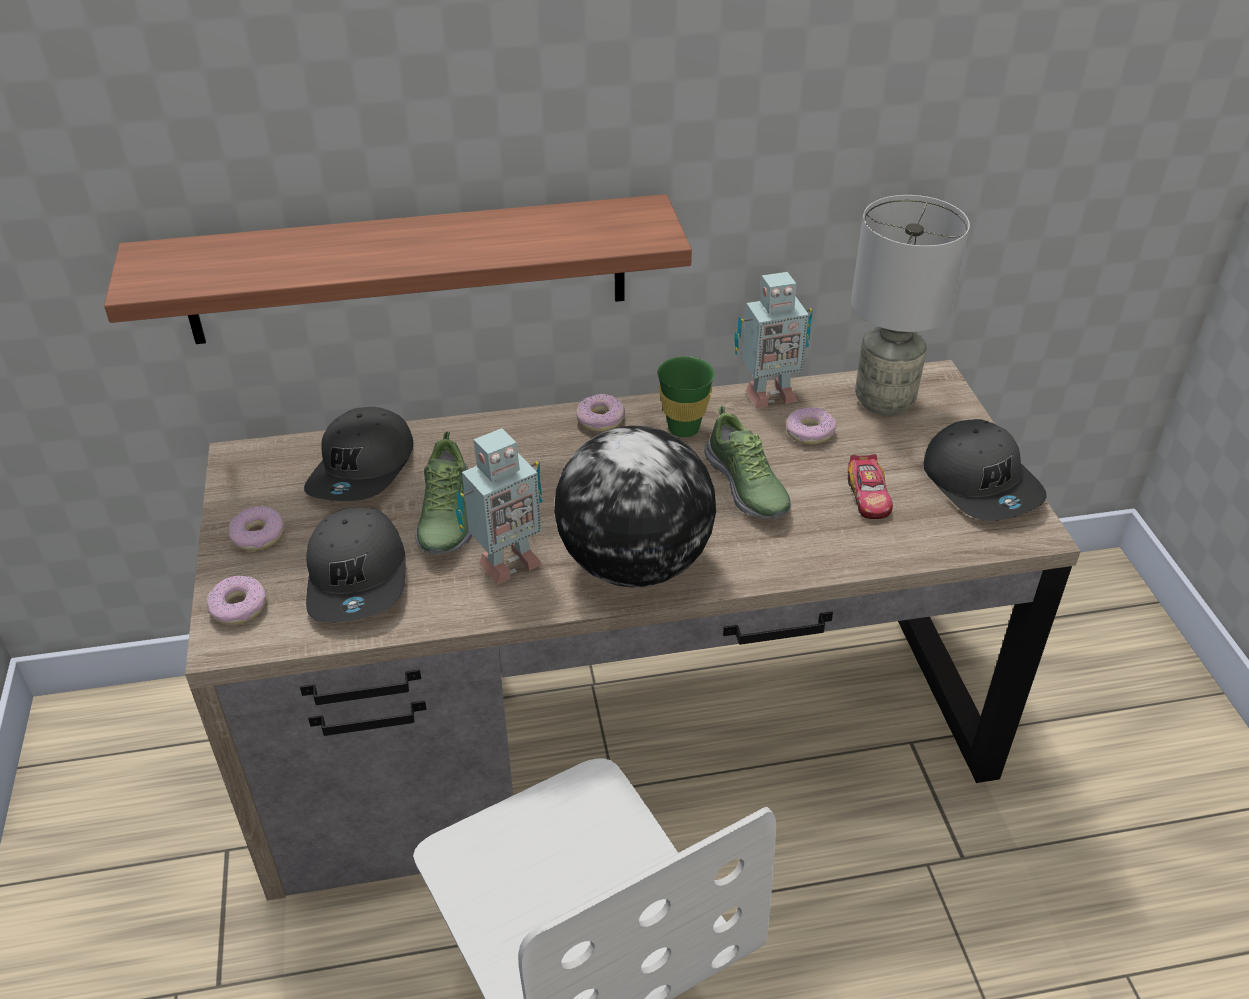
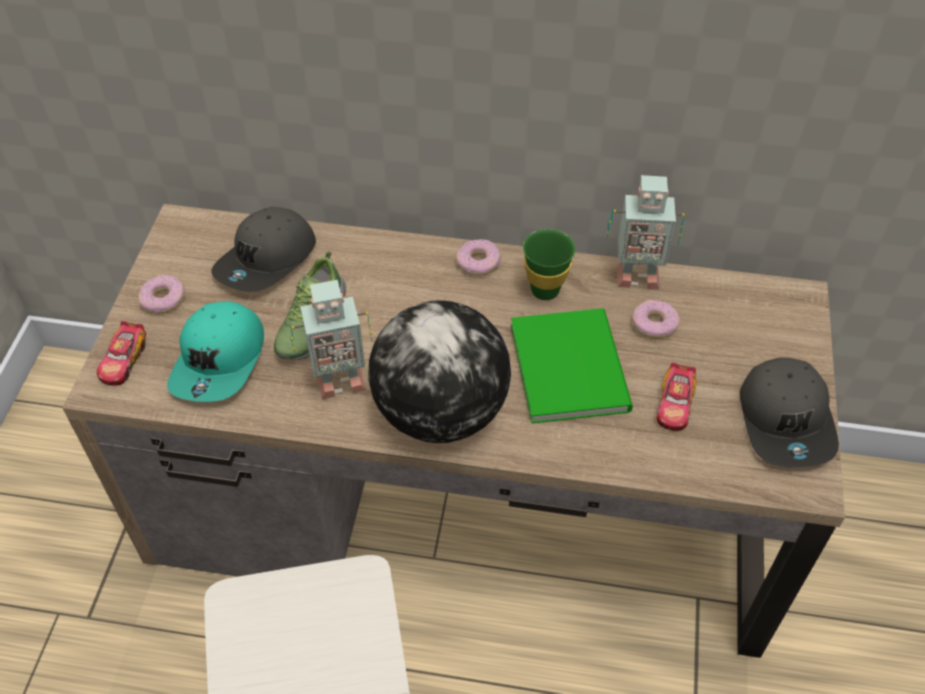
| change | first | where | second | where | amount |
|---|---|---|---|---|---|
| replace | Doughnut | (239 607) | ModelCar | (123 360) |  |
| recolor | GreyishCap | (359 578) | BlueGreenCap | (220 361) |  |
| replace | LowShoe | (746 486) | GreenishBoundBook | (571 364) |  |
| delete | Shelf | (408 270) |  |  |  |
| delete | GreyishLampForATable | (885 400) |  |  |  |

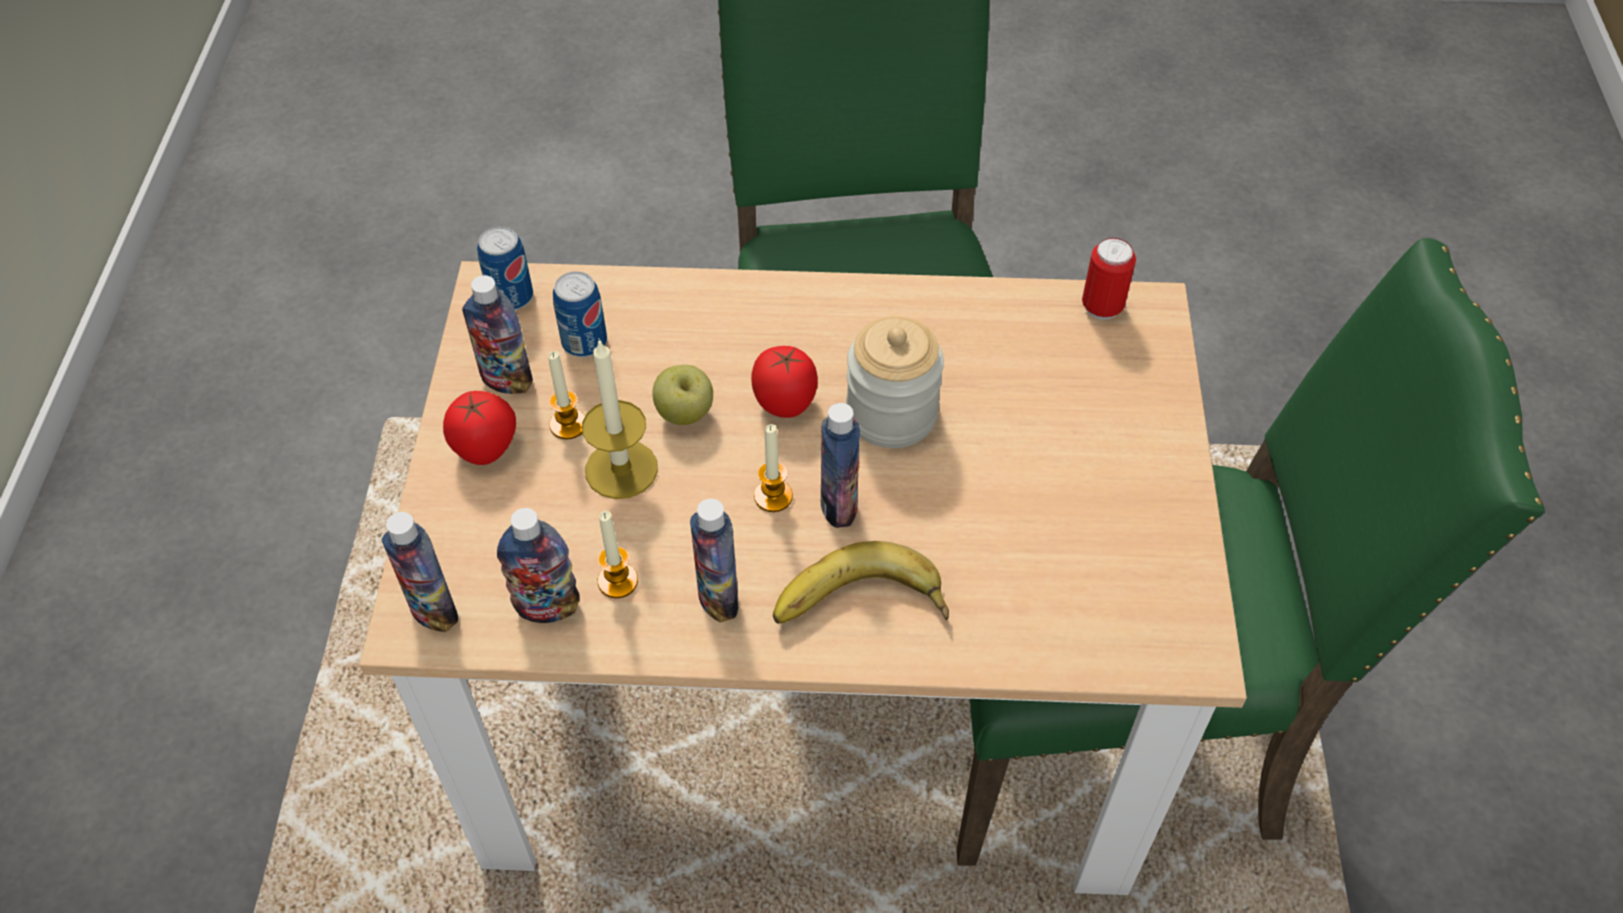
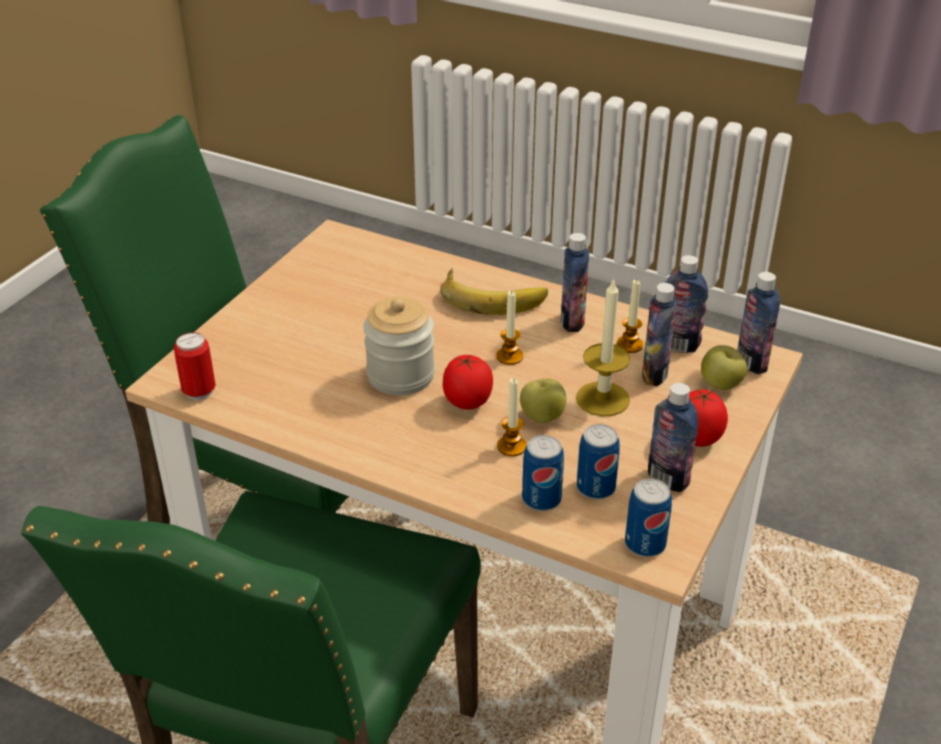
| change | first | where | second | where | amount |
|---|---|---|---|---|---|
| move | WaxCandle | (568 425) |  | (511 446) |  |
| insert |  |  | SealedCan | (541 499) |  |
| move | Bottle | (838 505) |  | (654 374) |  |
| insert |  |  | Apple | (720 385) |  |

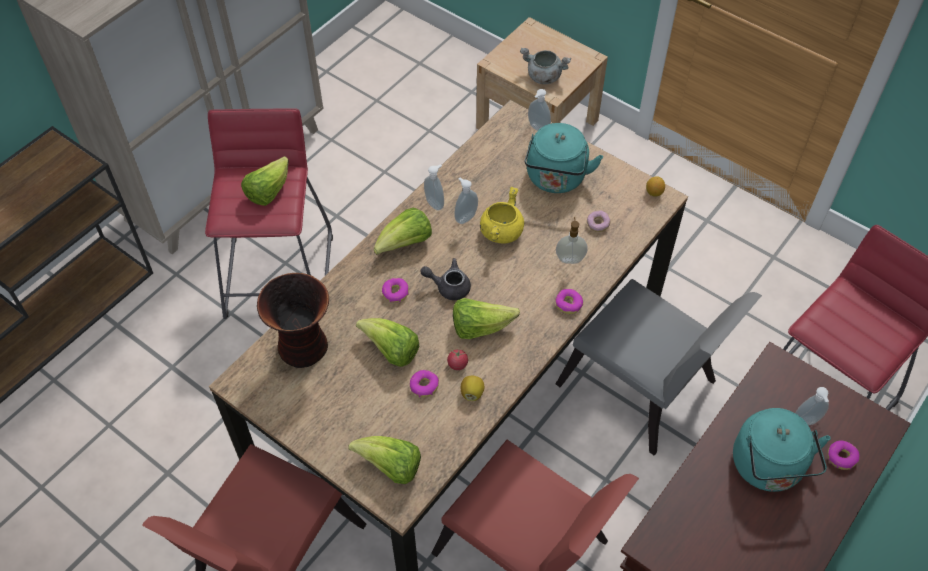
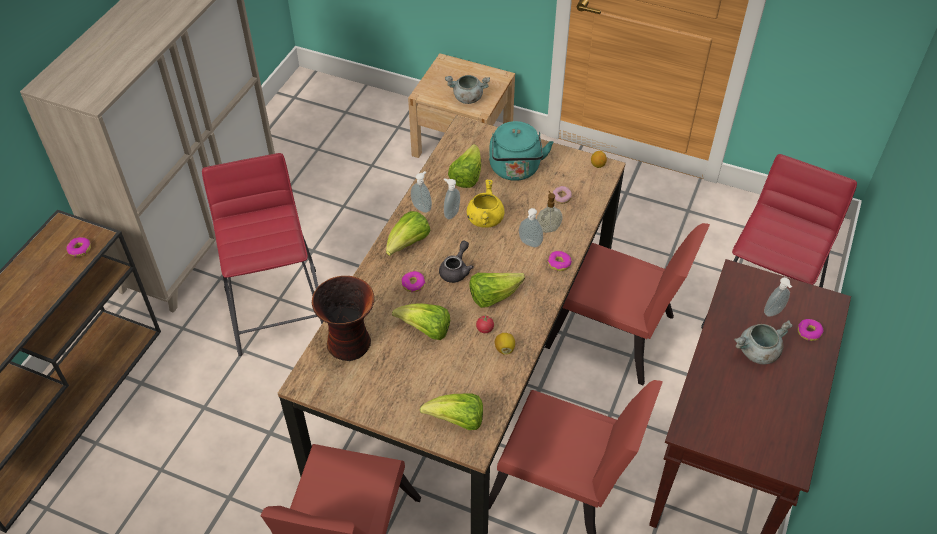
| change | first | where | second | where | amount |
|---|---|---|---|---|---|
| move | Doughnut | (424 386) |  | (79 249) |  |
| rotate | GreyishTeaPot | (448 286) |  | (456 270) | 120 degrees clockwise |
| move | HeadOfLettuce | (268 191) |  | (466 176) |  |
| move | LiquidSoapBottle | (537 128) |  | (529 244) |  |
| recolor | GreyishPlainChair | (642 391) | ReddishPlainChair | (617 337) |  |
| replace | BlueGreenKettle | (768 468) | GreyishSaucepot | (757 353) |  |

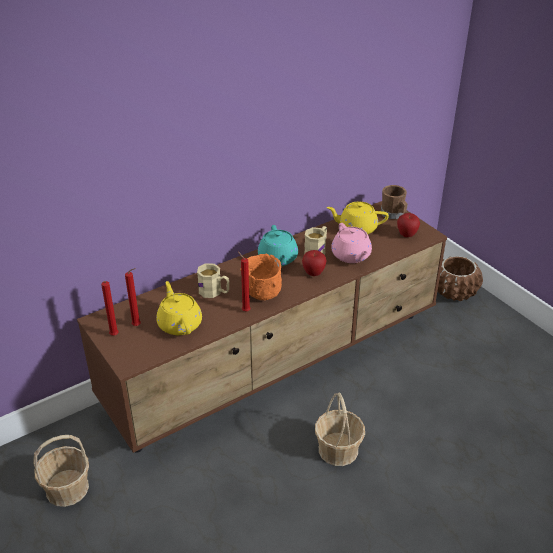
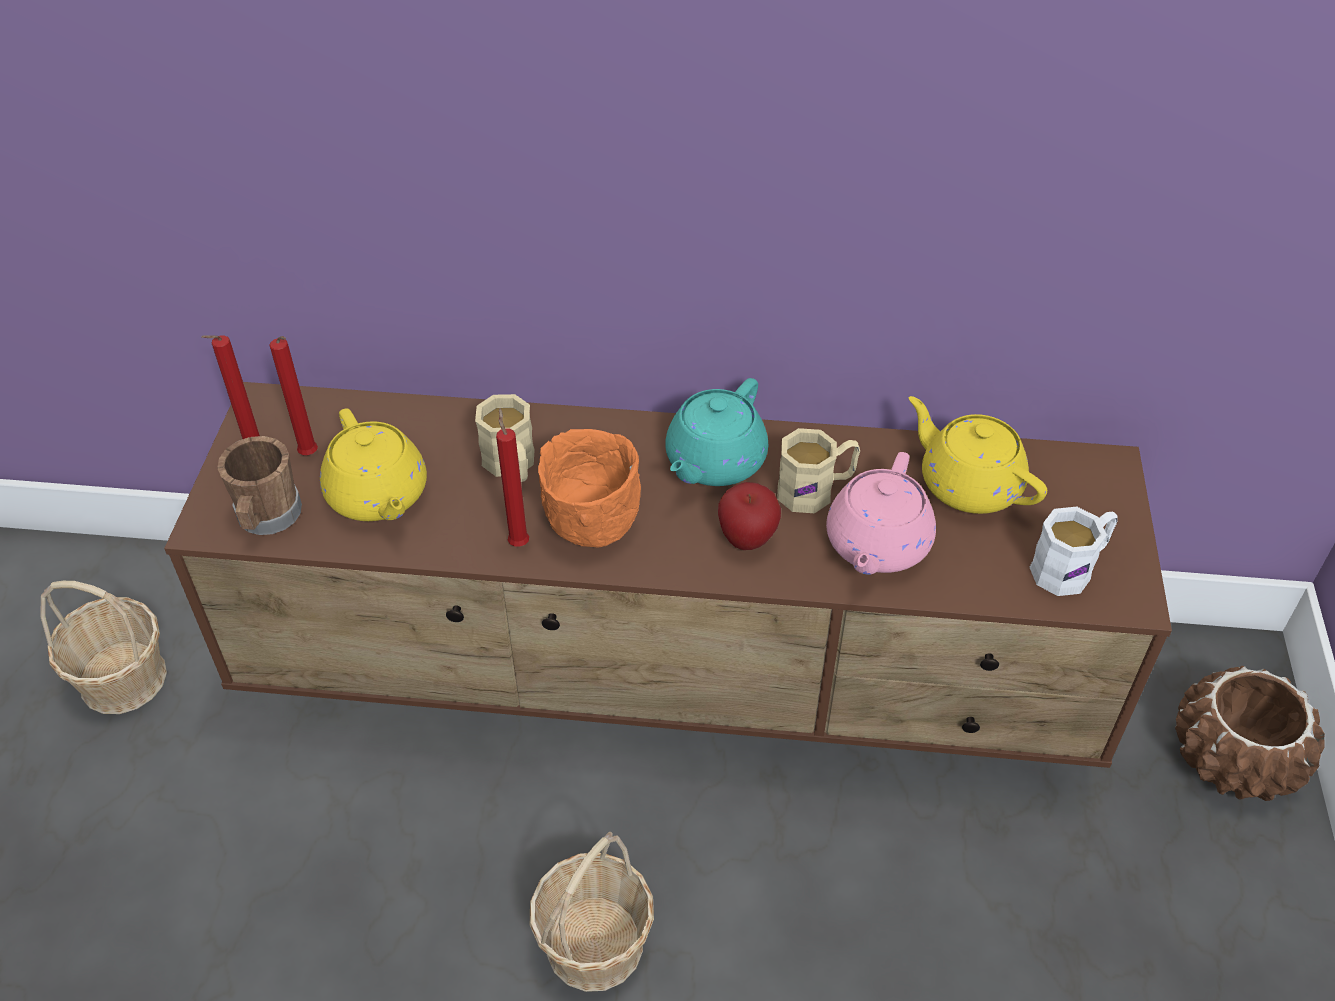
| change | first | where | second | where | amount |
|---|---|---|---|---|---|
| move | BrownTeaMug | (393 214) |  | (267 518) |  |
| rotate | YellowishTeaPot | (179 324) |  | (378 496) | 135 degrees clockwise |
| replace | Apple | (407 235) | WhitishTeaMug | (1070 567) |  |

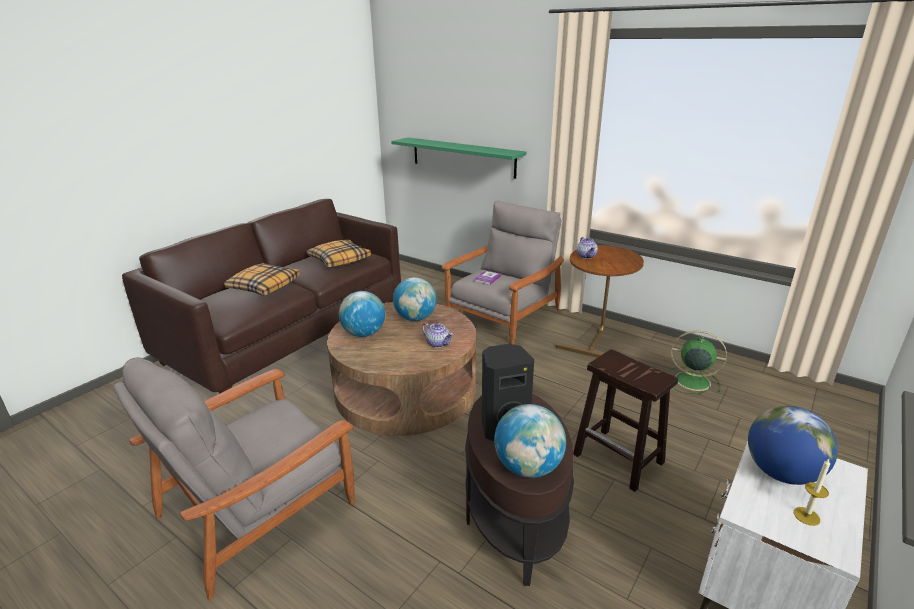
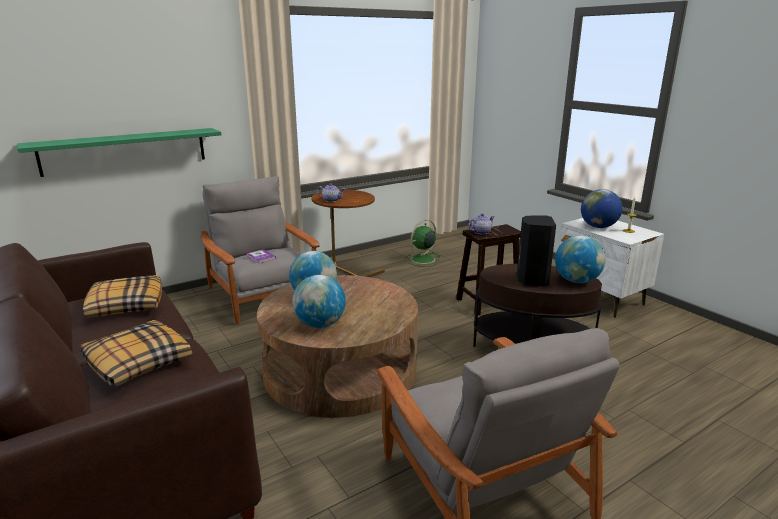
| change | first | where | second | where | amount |
|---|---|---|---|---|---|
| move | TeaPot | (438 343) |  | (480 232) |  |

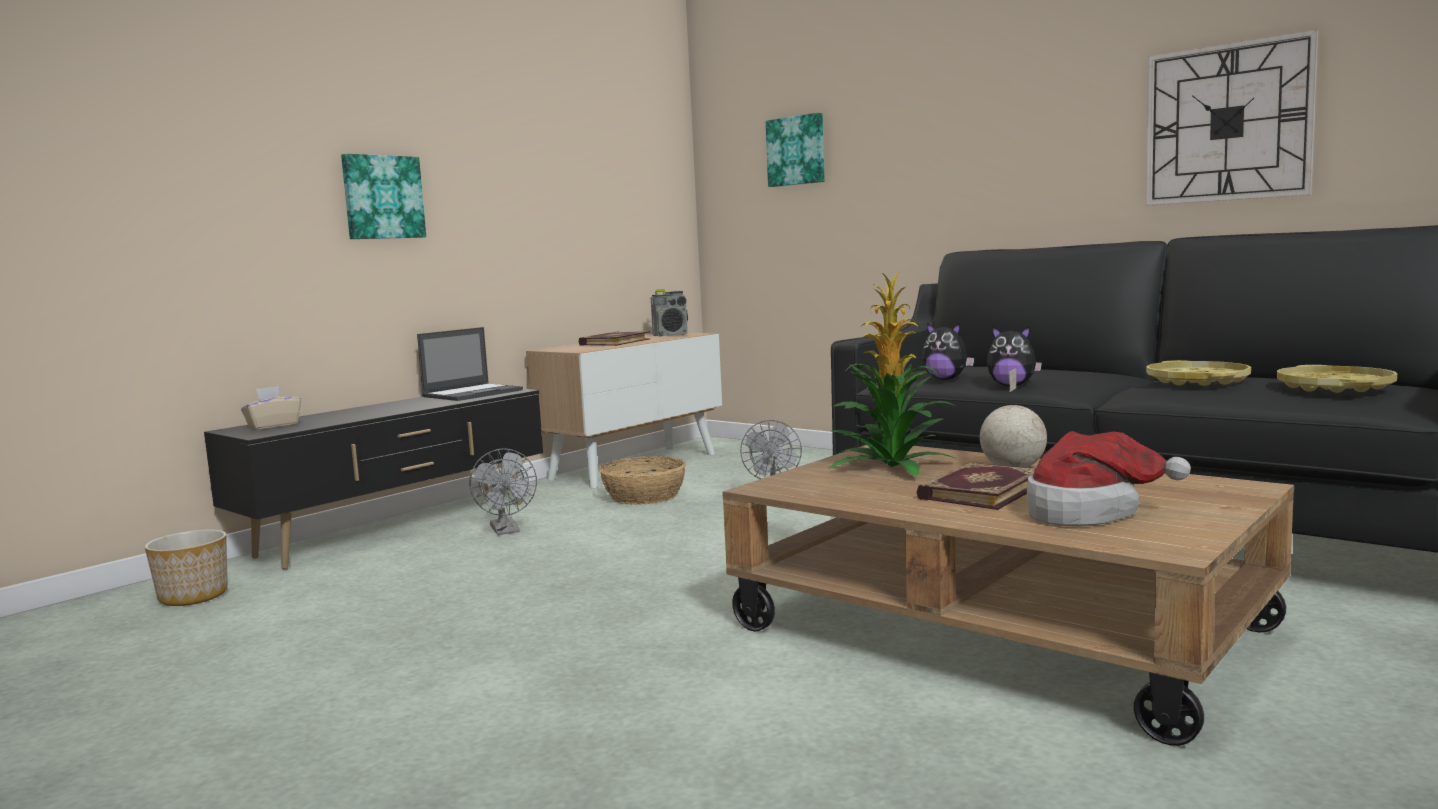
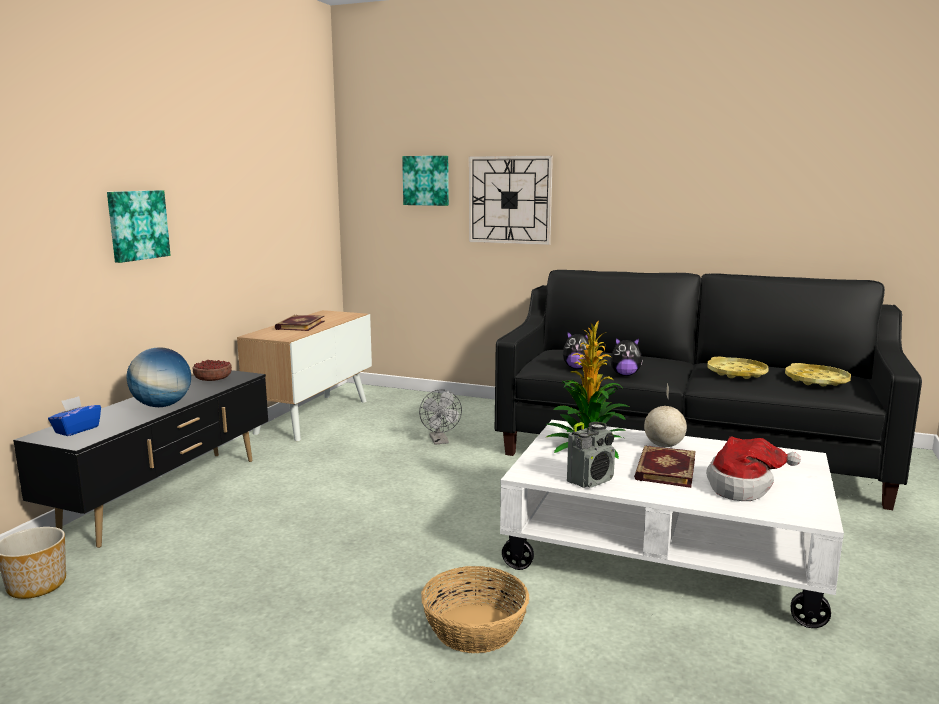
| change | first | where | second | where | amount |
|---|---|---|---|---|---|
| recolor | BeigeColouredBoxOfTissues | (273 426) | BlueBoxOfTissues | (76 430) |  |
| insert |  |  | Globe | (162 405) |  |
| replace | Laptop | (473 393) | ServingBowl | (213 379) |  |
| move | Basket | (645 496) |  | (475 628) |  |
| move | HangingClock | (1227 123) |  | (510 200) |  |
| recolor | BrownLoungeTable | (998 629) | WhitishLoungeTable | (664 550) |  |
| move | RadioReceiver | (671 335) |  | (590 480) |  |
| delete | GreyishFan | (507 531) |  |  |  |

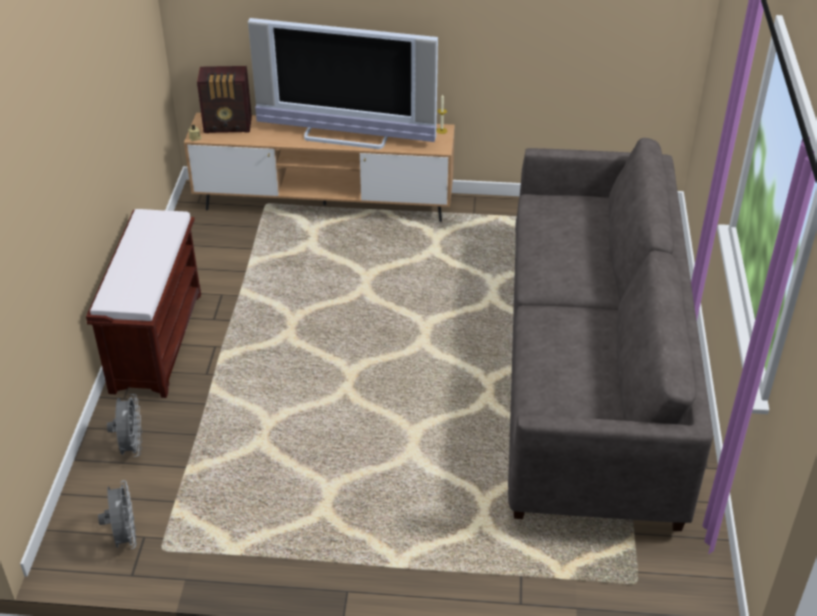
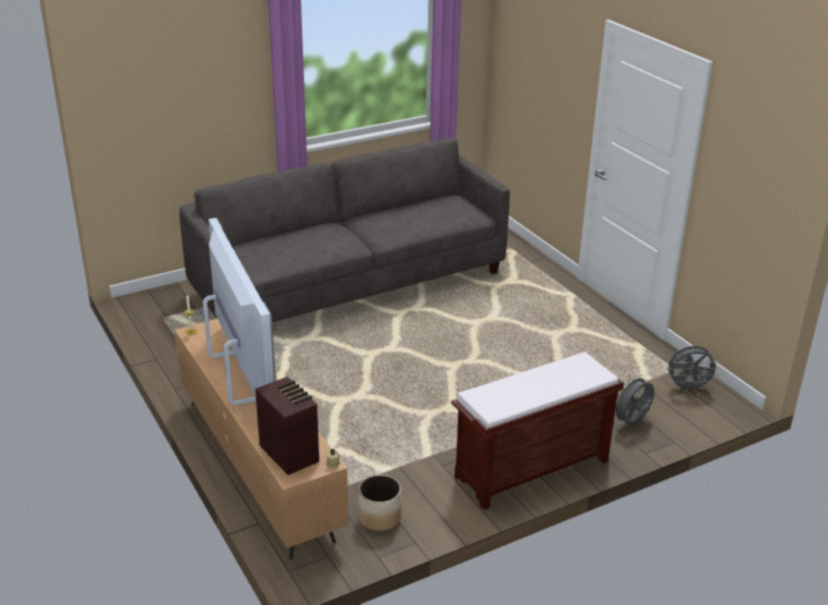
| change | first | where | second | where | amount |
|---|---|---|---|---|---|
| insert |  |  | Planter | (379 518) |  |
| rotate | GreyishFan | (124 537) |  | (688 388) | 135 degrees counterclockwise |

